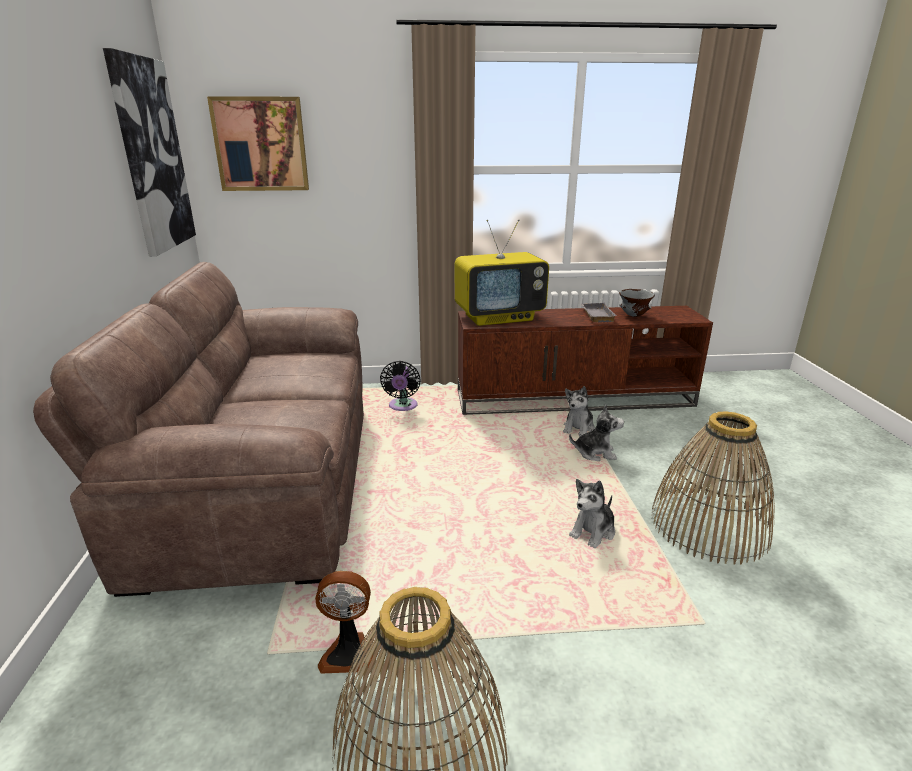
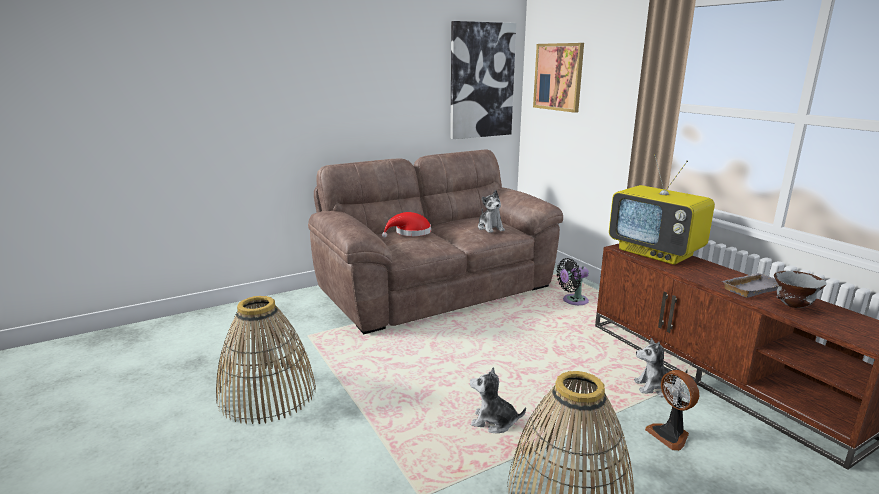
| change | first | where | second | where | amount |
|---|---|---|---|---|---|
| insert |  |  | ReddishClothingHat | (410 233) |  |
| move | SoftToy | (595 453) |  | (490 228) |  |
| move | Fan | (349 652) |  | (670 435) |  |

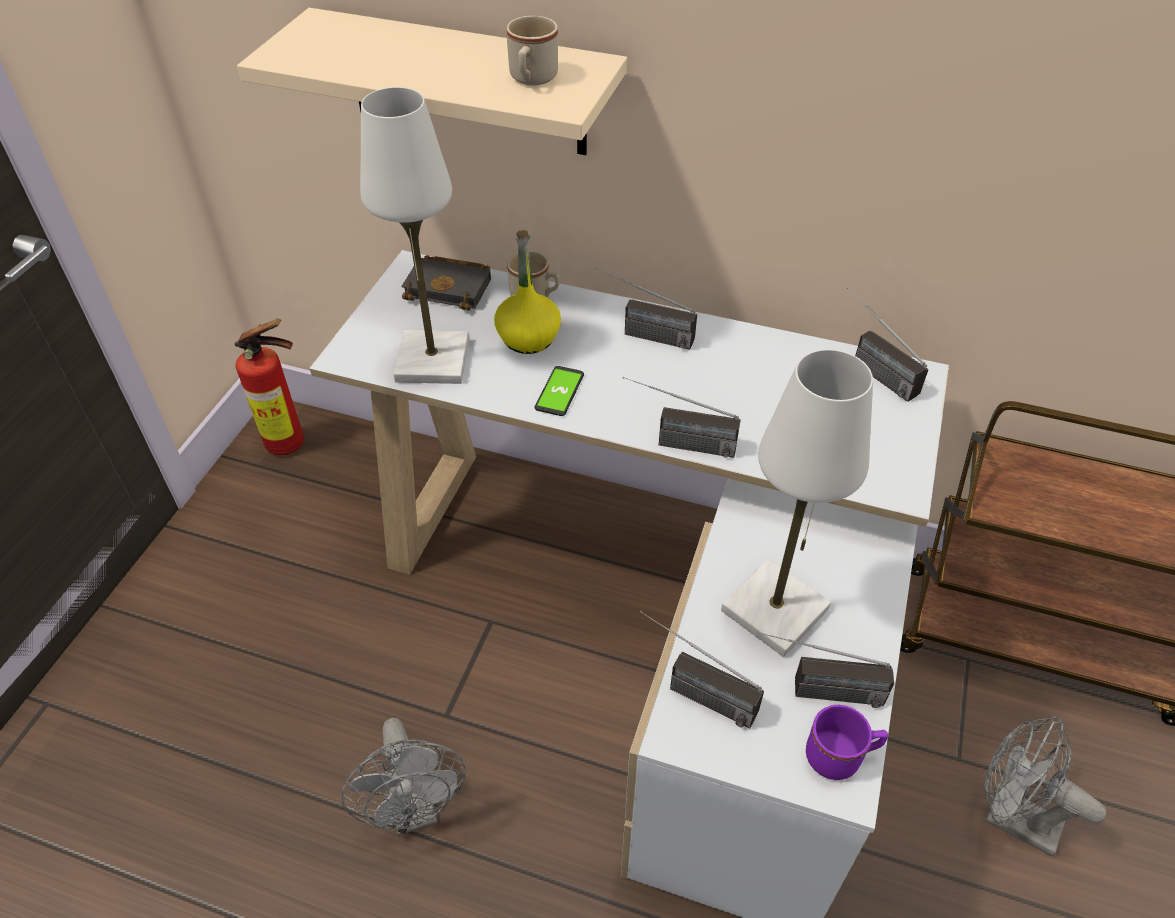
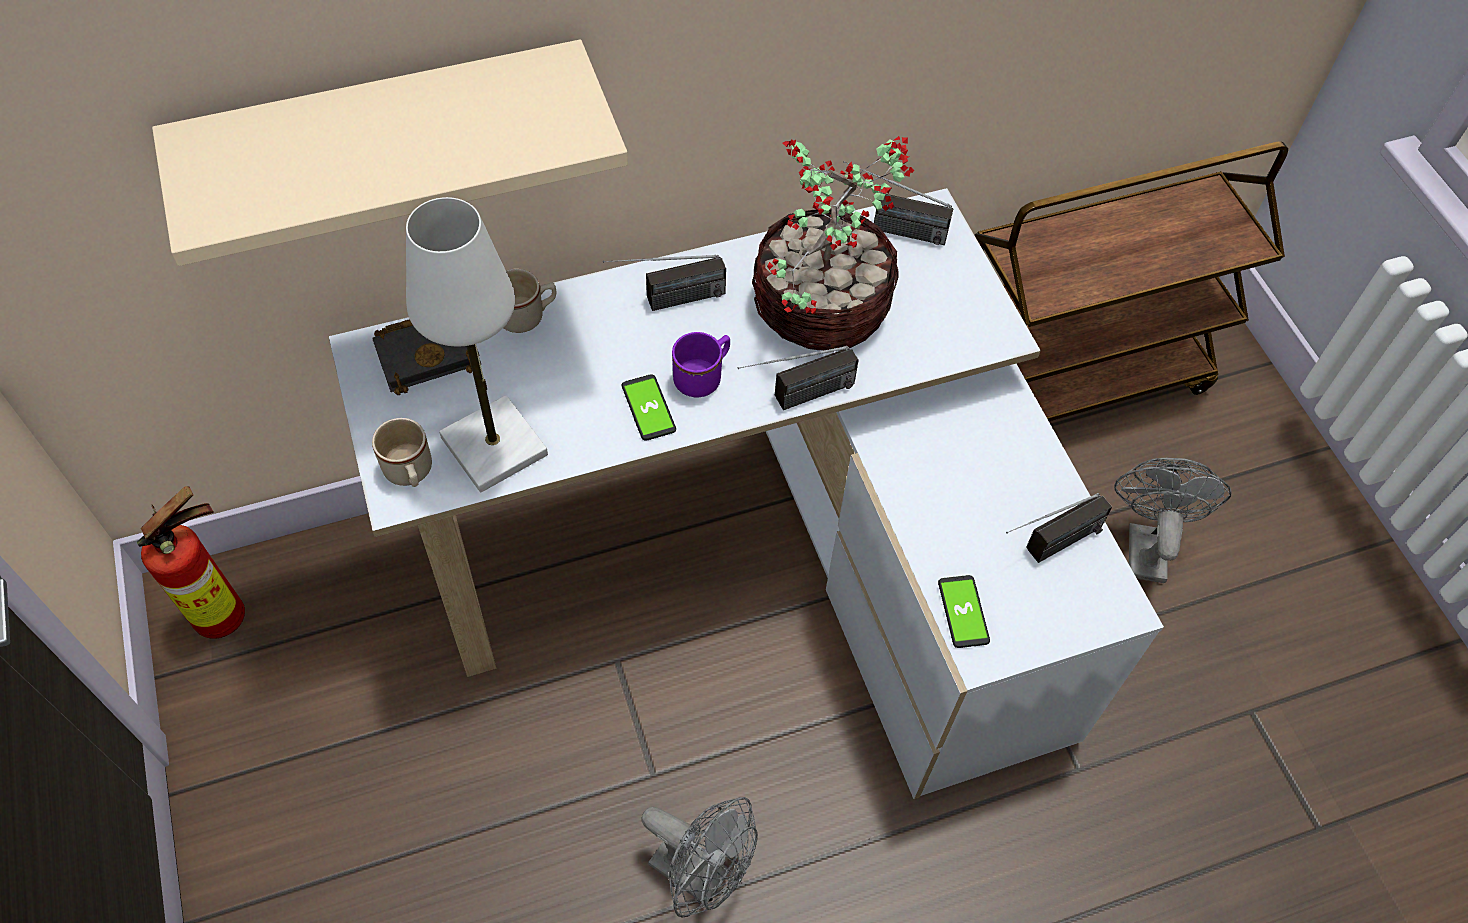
| change | first | where | second | where | amount |
|---|---|---|---|---|---|
| move | BeigeColouredTeaMug | (531 79) |  | (410 473) |  |
| move | PurplishTeaMug | (841 756) |  | (703 377) |  |
| insert |  |  | PlantInAPot | (818 309) |  |
| replace | RadioReceiver | (691 691) | Handset | (963 612) |  |
| rotate | GreyishFan | (1010 817) |  | (1145 544) | 105 degrees clockwise |
| delete | YellowishBottle | (528 338) |  |  |  |
| delete | WhitishLampForATable | (775 610) |  |  |  |

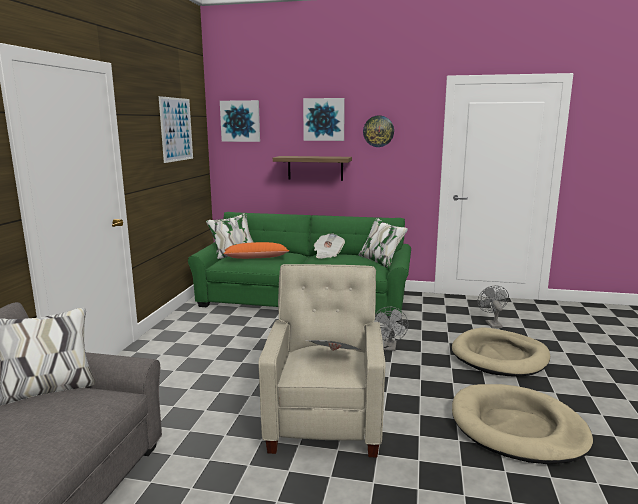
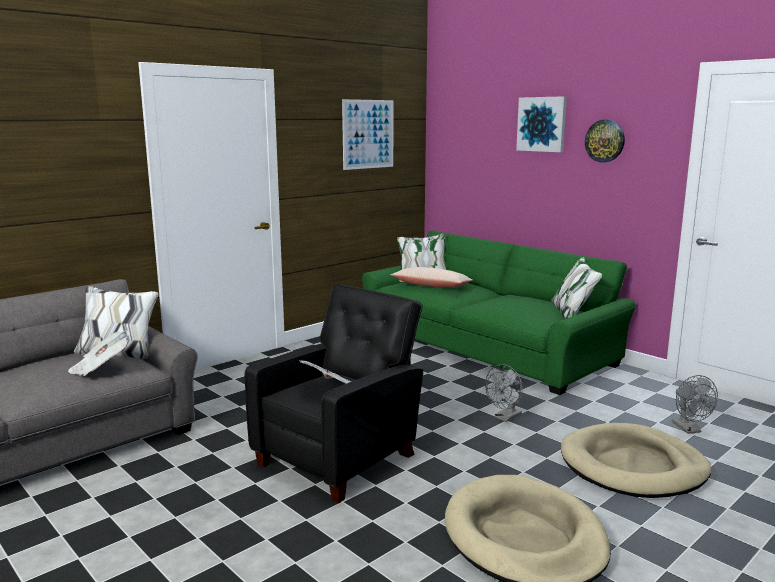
| change | first | where | second | where | amount |
|---|---|---|---|---|---|
| move | PrintedPaper | (328 254) |  | (100 368) |  |
| recolor | BeigeColouredLoungeChair | (326 419) | BlackColouredLoungeChair | (341 458) |  |
| recolor | OrangeyCushion | (256 258) | BeigeColouredCushion | (431 286) |  |
| rotate | GreyishFan | (492 323) |  | (689 429) | 135 degrees clockwise |
| delete | WallArt | (240 121) |  |  |  |
| delete | Shelf | (315 168) |  |  |  |

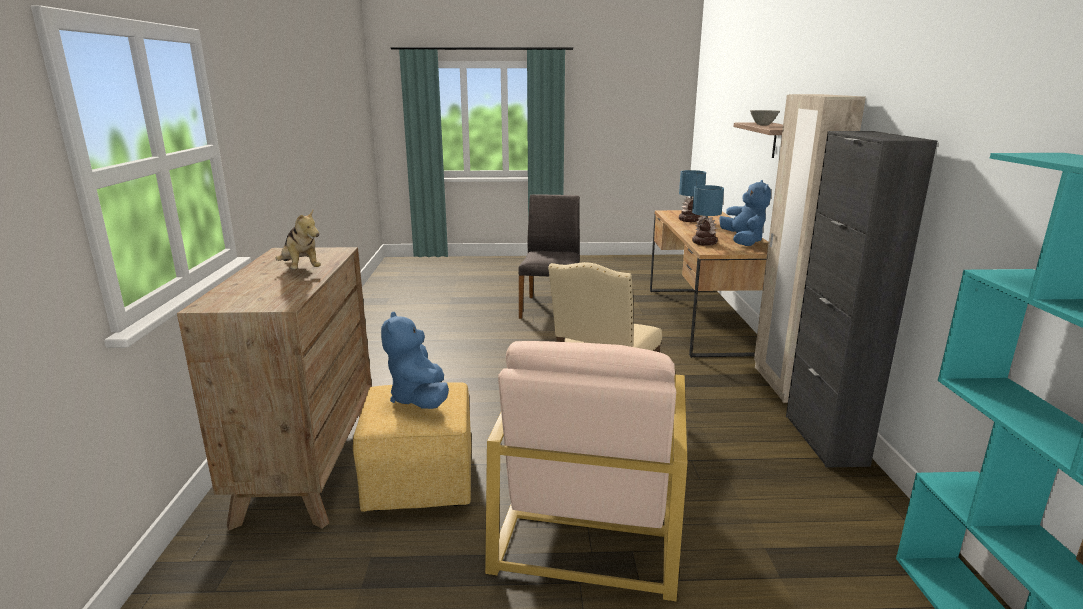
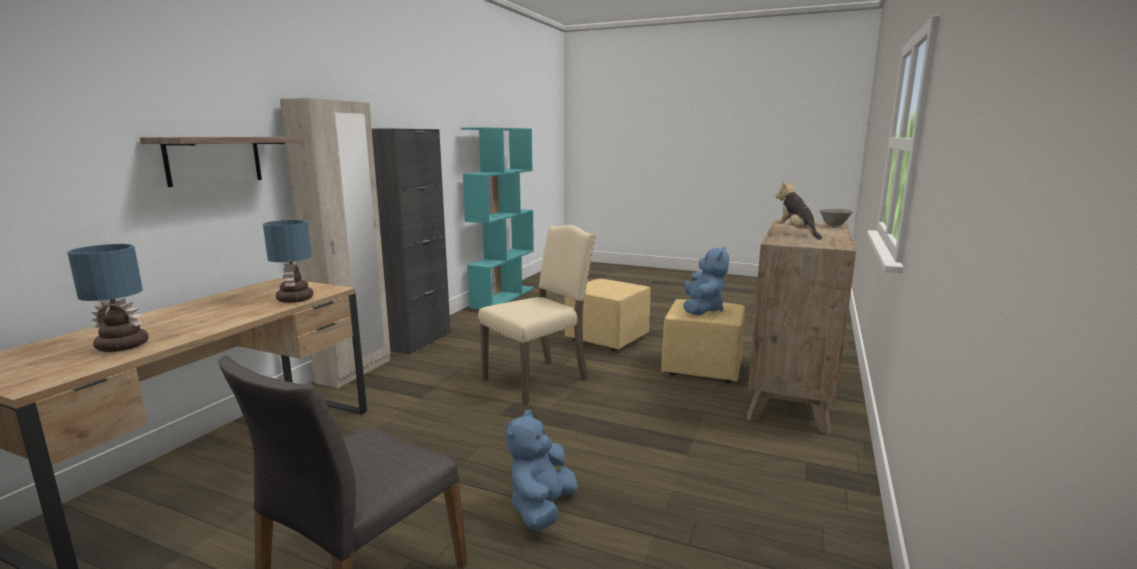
| change | first | where | second | where | amount |
|---|---|---|---|---|---|
| move | BlueSoftToy | (743 241) |  | (542 509) |  |
| replace | BeigeColouredLoungeChair | (590 521) | YellowishPouffe | (608 338) |  |
| move | GreyishServingBowl | (763 125) |  | (834 225) |  |

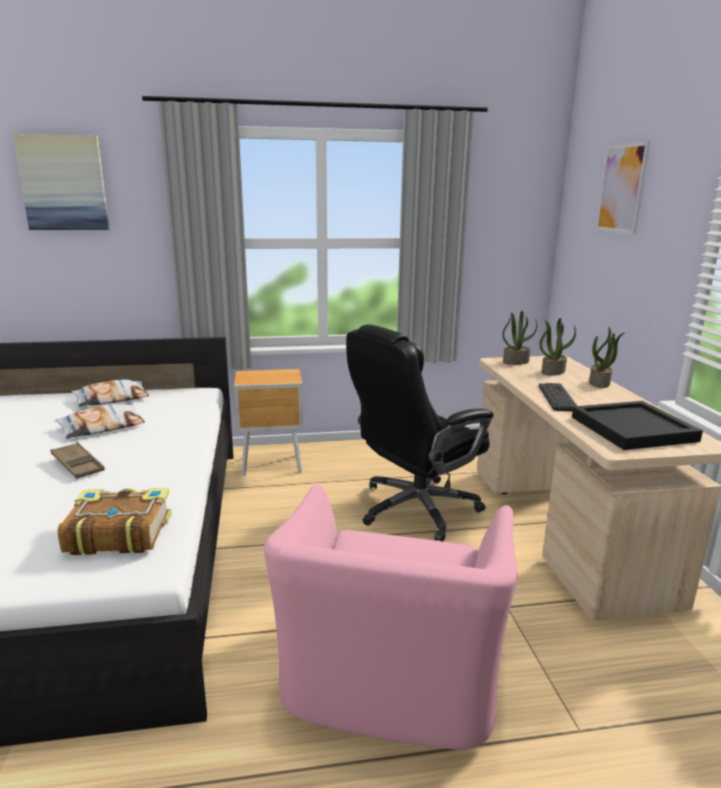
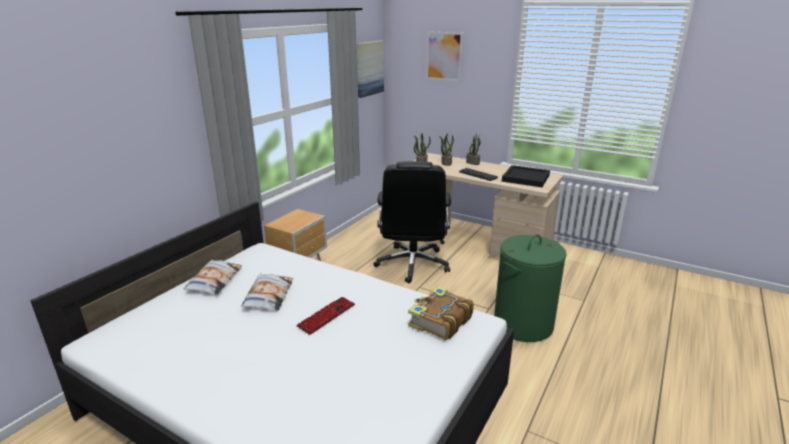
| change | first | where | second | where | amount |
|---|---|---|---|---|---|
| replace | BrownTray | (78 465) | PcKeyboard | (326 316) |  |
| move | WallArt | (64 183) |  | (369 68) |  |
| replace | PinkLoungeChair | (391 675) | GreenishWashingBasket | (523 324) |  |

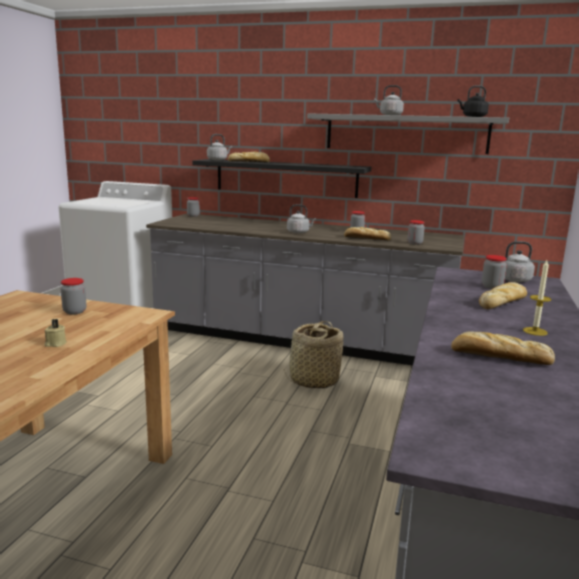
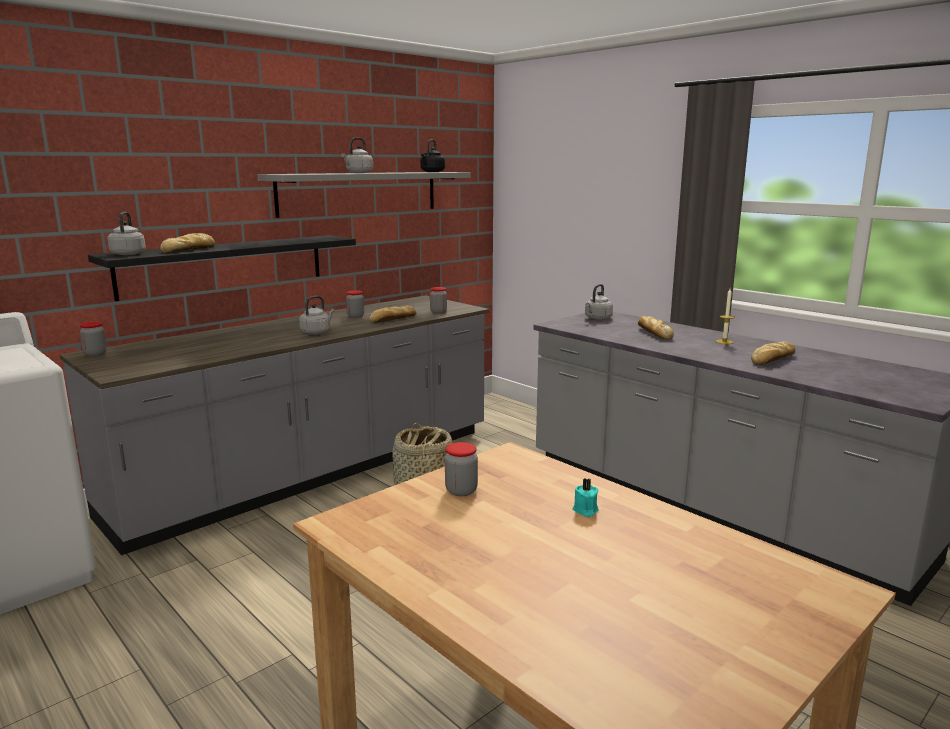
| change | first | where | second | where | amount |
|---|---|---|---|---|---|
| recolor | BeigeColouredWaxCandle | (55 344) | BlueGreenWaxCandle | (585 510) |  |
| delete | StorageJar | (492 286) |  |  |  |

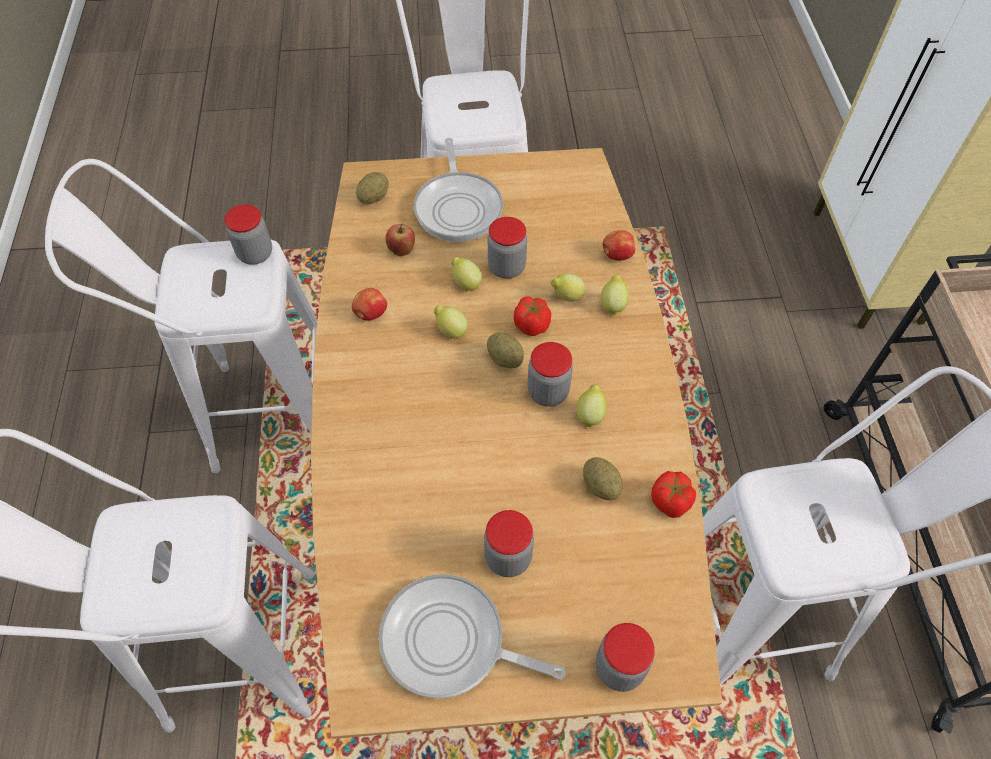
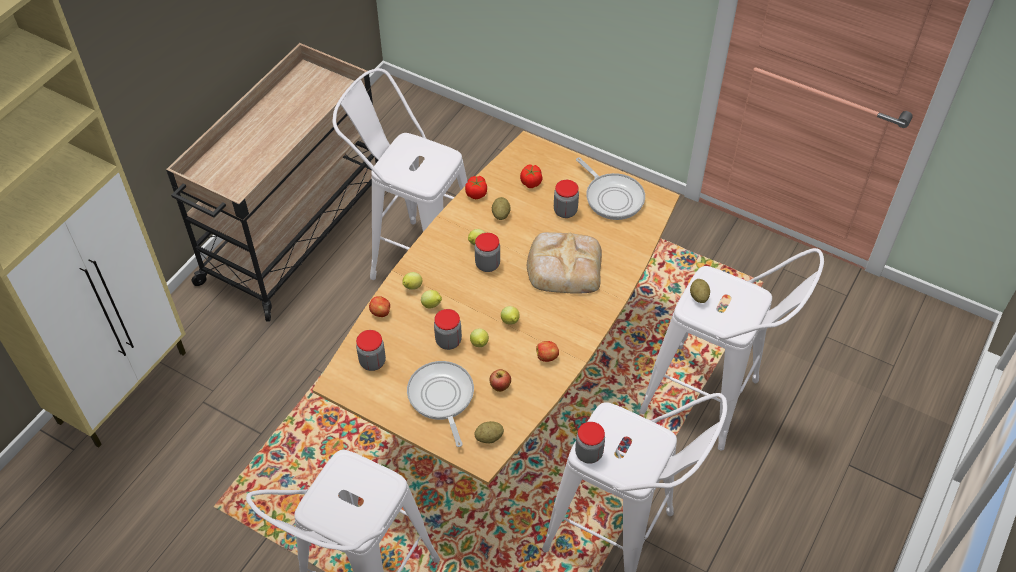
| change | first | where | second | where | amount |
|---|---|---|---|---|---|
| move | StorageJar | (619 668) |  | (372 362) |  |
| rotate | Pan | (458 207) |  | (441 398) | 45 degrees counterclockwise |
| move | FreshTomato | (531 324) |  | (531 182) |  |
| insert |  |  | Bread | (563 266) |  |
| move | Potato | (505 359) |  | (699 296) |  |

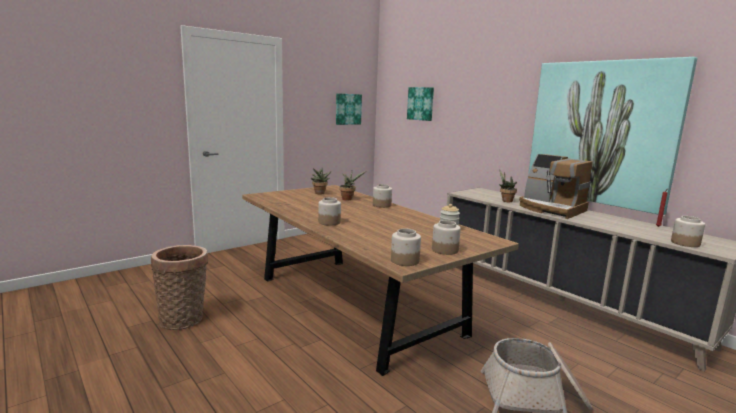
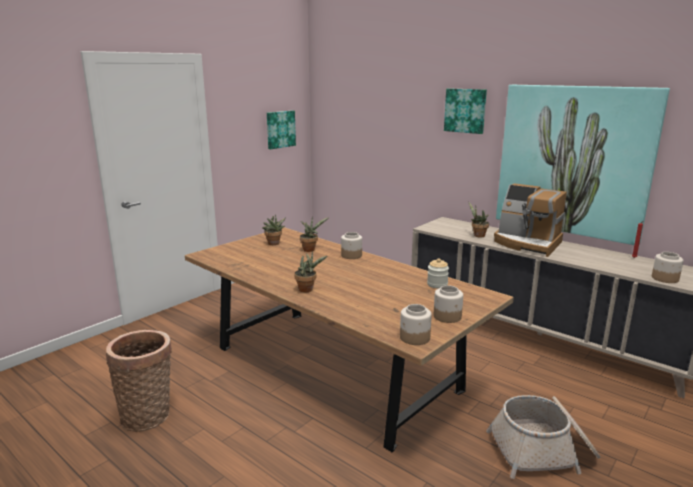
| change | first | where | second | where | amount |
|---|---|---|---|---|---|
| replace | StorageJar | (329 222) | PlantInAPot | (308 289) |  |
| move | WallArt | (421 103) |  | (465 110) |  |

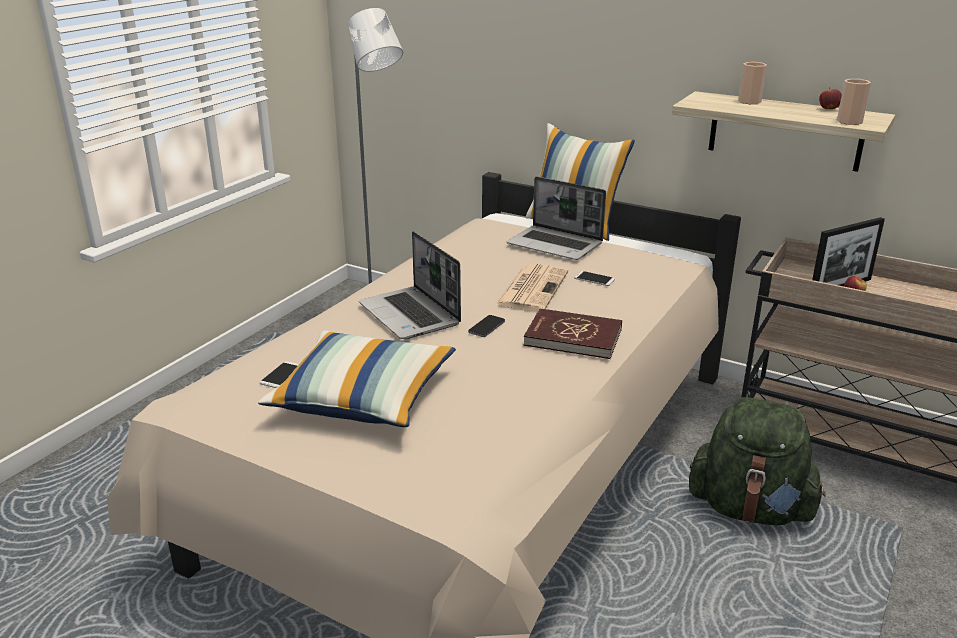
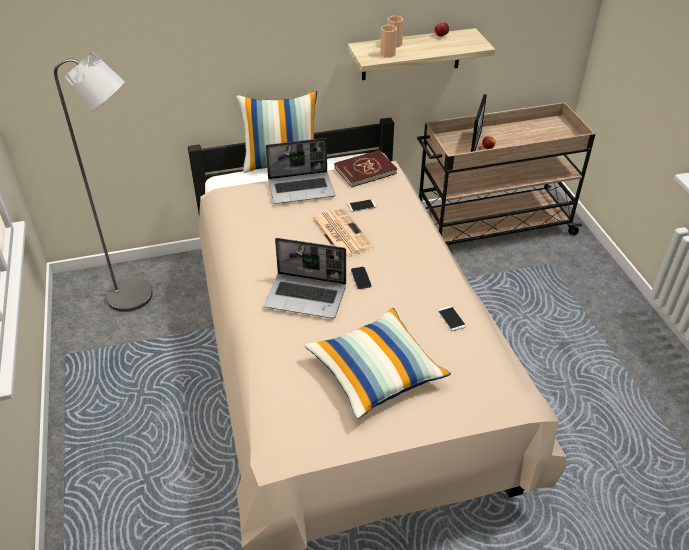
| change | first | where | second | where | amount |
|---|---|---|---|---|---|
| move | ReddishBoundBook | (573 337) |  | (365 170) |  |
| move | Cup | (849 122) |  | (387 53) |  |
| move | Handset | (282 375) |  | (451 318) |  |
| delete | GreenishRucksack | (750 509) |  |  |  |

